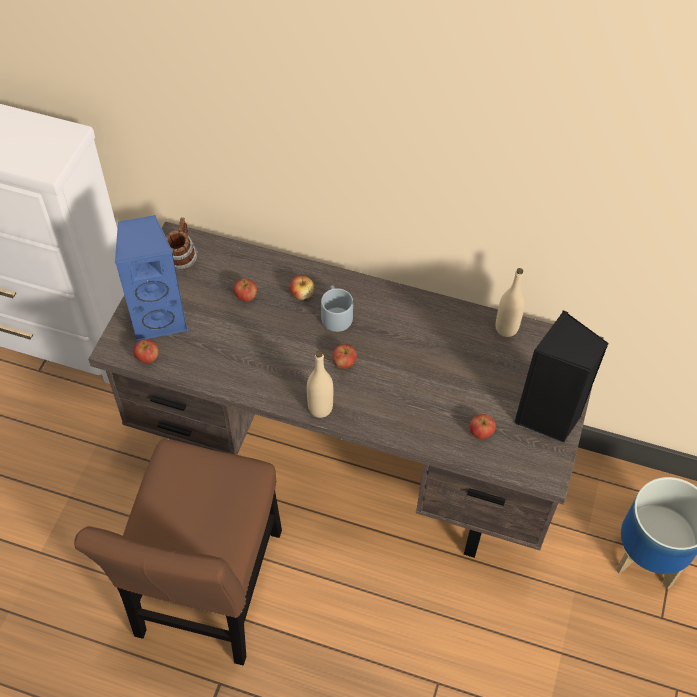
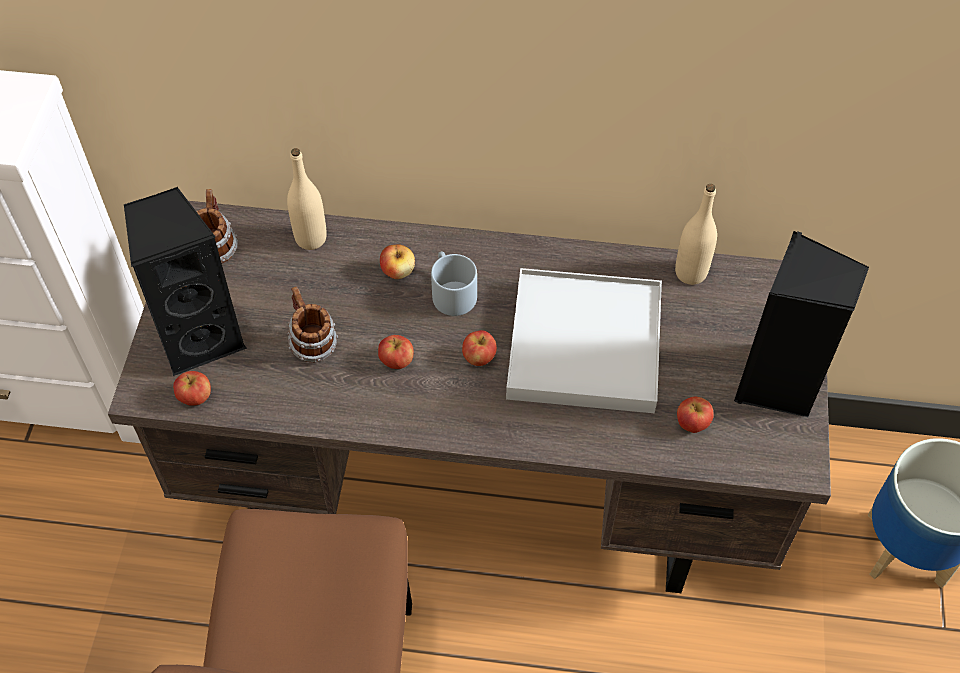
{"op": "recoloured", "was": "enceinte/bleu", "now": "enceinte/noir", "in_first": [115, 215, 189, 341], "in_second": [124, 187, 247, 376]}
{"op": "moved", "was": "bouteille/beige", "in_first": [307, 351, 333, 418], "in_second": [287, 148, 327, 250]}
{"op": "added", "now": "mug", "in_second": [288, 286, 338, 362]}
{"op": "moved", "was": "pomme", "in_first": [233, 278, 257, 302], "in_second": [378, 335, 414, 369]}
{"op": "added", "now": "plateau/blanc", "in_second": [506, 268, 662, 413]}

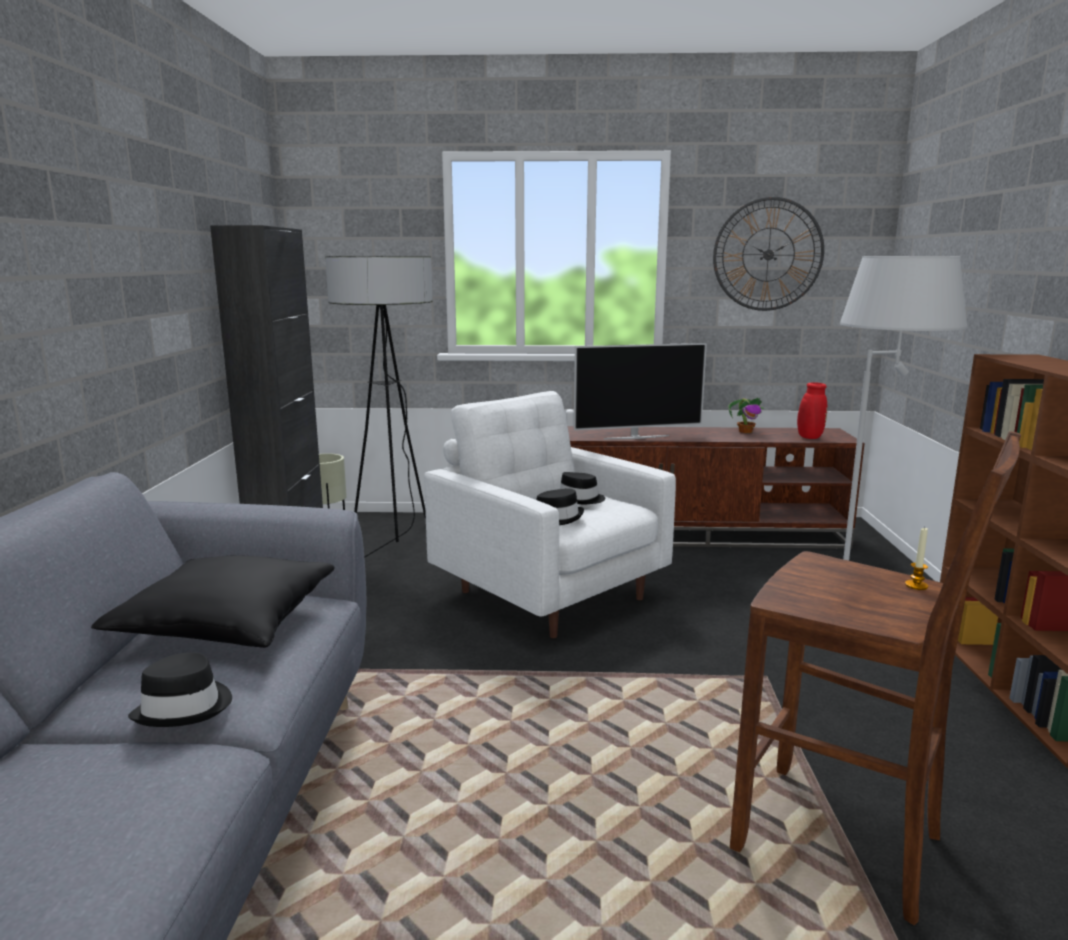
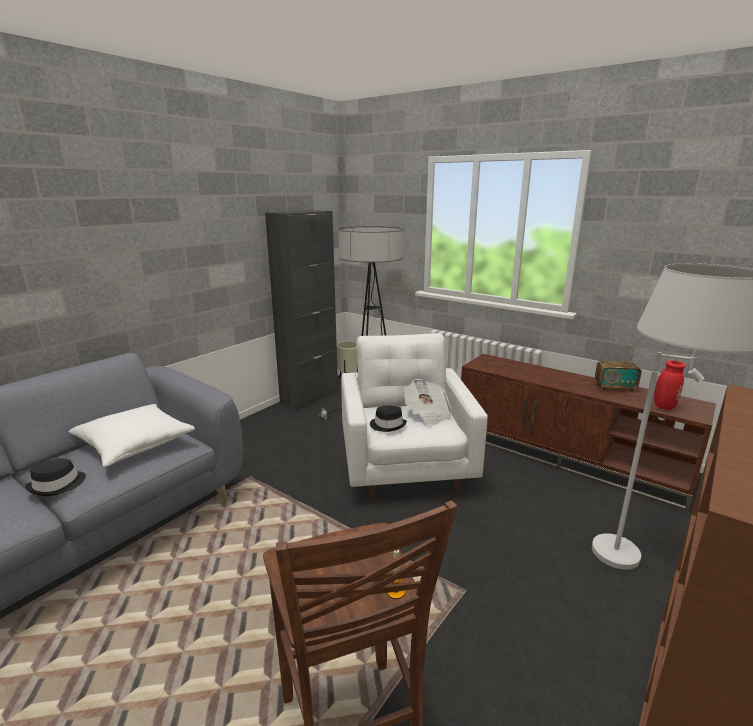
{"op": "recoloured", "was": "coussin/noir", "now": "coussin/blanc", "in_first": [91, 555, 335, 648], "in_second": [68, 404, 195, 467]}
{"op": "replaced", "was": "chapeau/noir", "now": "journal", "in_first": [560, 472, 605, 504], "in_second": [404, 379, 452, 426]}
{"op": "replaced", "was": "plante en pot", "now": "radio", "in_first": [728, 398, 764, 433], "in_second": [595, 343, 642, 392]}
{"op": "removed", "was": "téléviseur", "in_first": [574, 343, 707, 439]}
{"op": "removed", "was": "horloge murale", "in_first": [713, 197, 824, 311]}

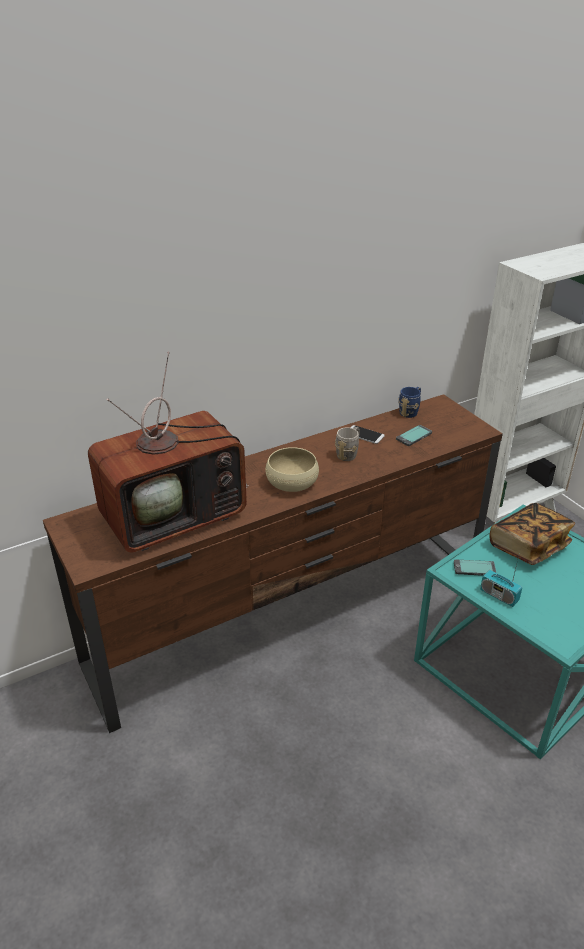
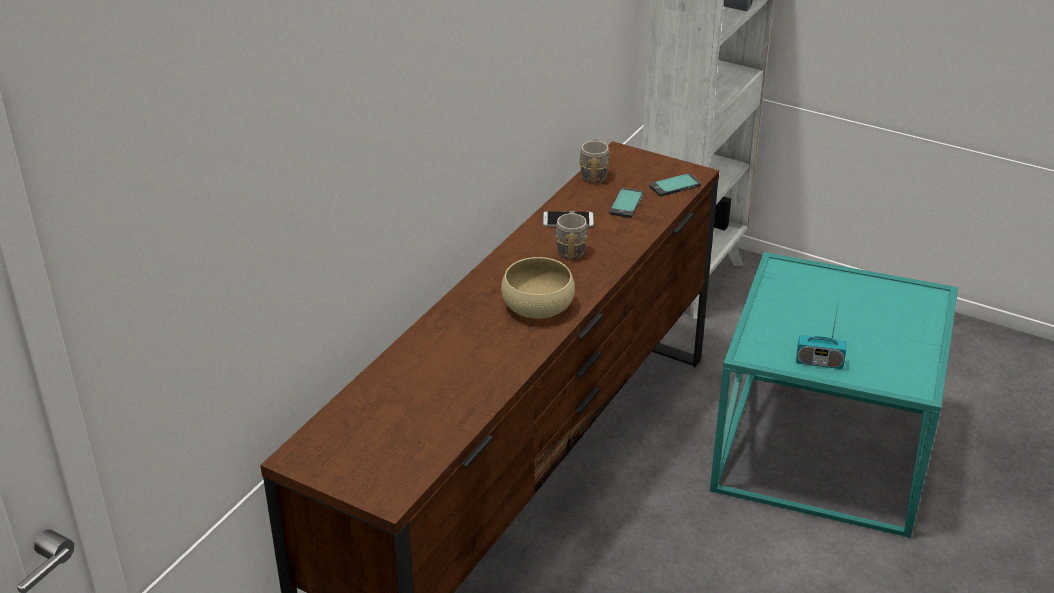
{"op": "recoloured", "was": "mug/bleu", "now": "mug/gris", "in_first": [398, 387, 421, 418], "in_second": [579, 139, 610, 183]}
{"op": "moved", "was": "téléphone", "in_first": [454, 559, 496, 576], "in_second": [649, 173, 701, 196]}
{"op": "removed", "was": "téléviseur", "in_first": [88, 352, 249, 553]}
{"op": "removed", "was": "livre", "in_first": [490, 503, 575, 565]}

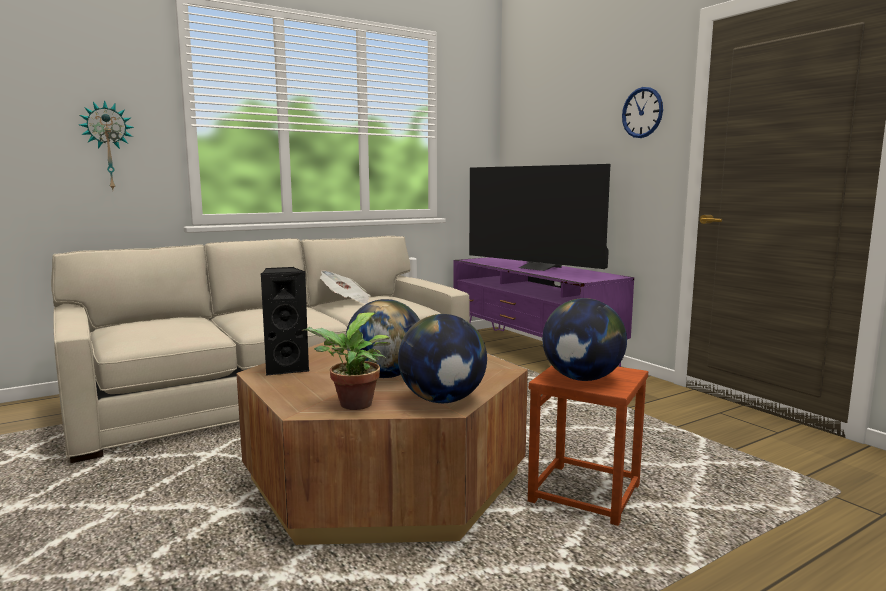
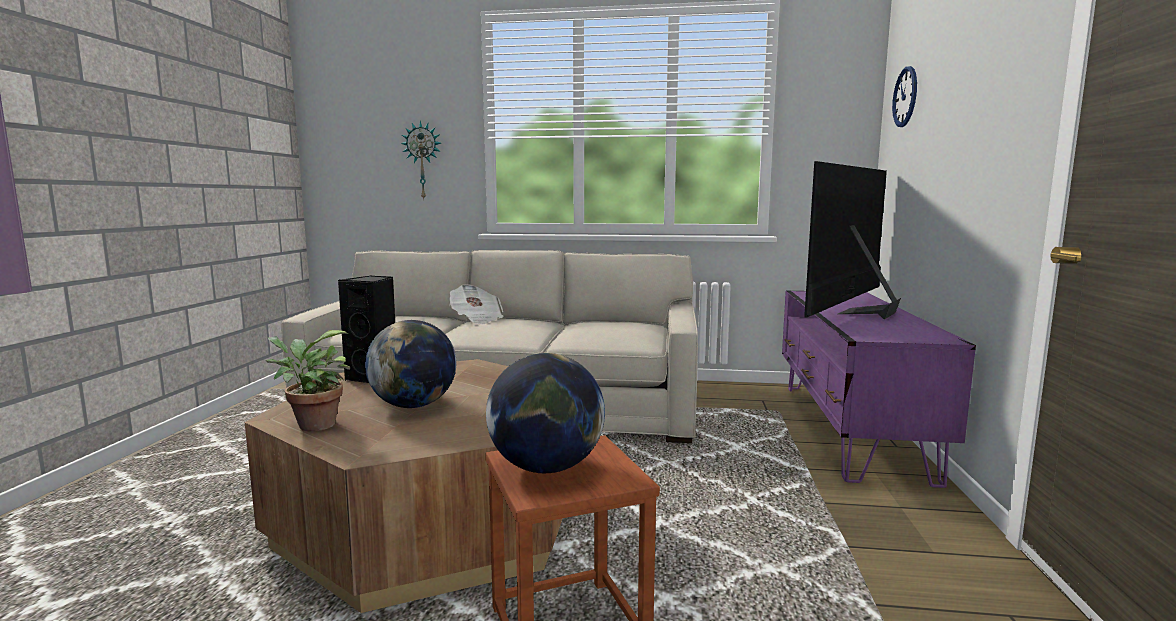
{"op": "moved", "was": "journal", "in_first": [320, 271, 371, 304], "in_second": [449, 284, 504, 325]}
{"op": "turned", "was": "téléviseur", "in_first": [469, 164, 610, 271], "in_second": [804, 161, 901, 320], "clockwise": 45}
{"op": "moved", "was": "horloge murale", "in_first": [622, 87, 663, 138], "in_second": [892, 66, 917, 127]}
{"op": "removed", "was": "globe", "in_first": [398, 314, 487, 403]}

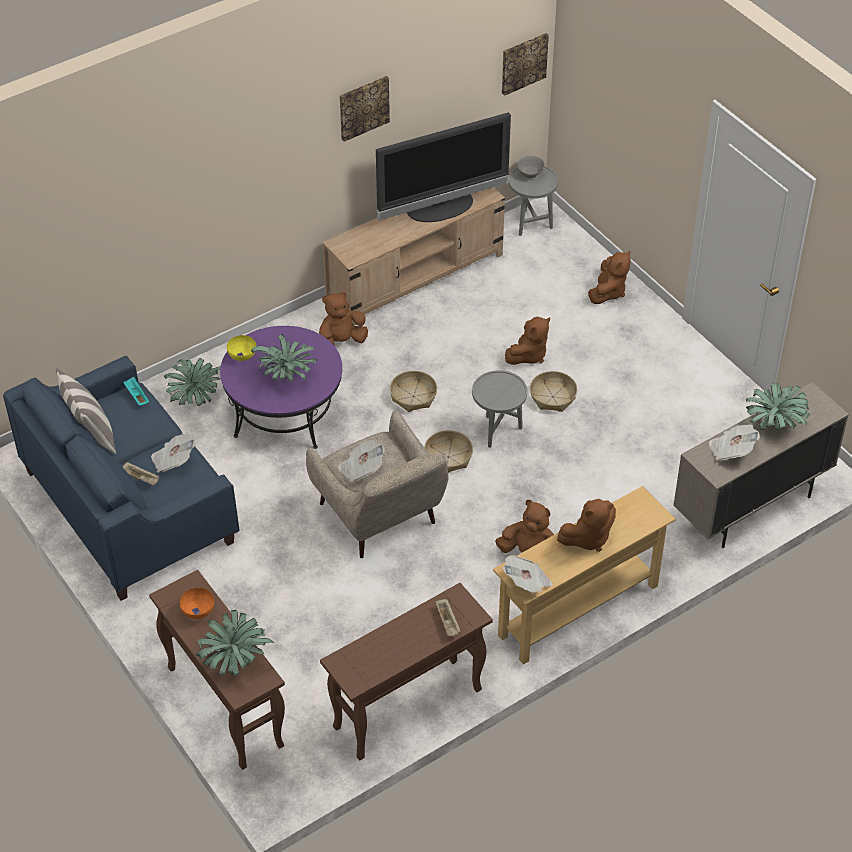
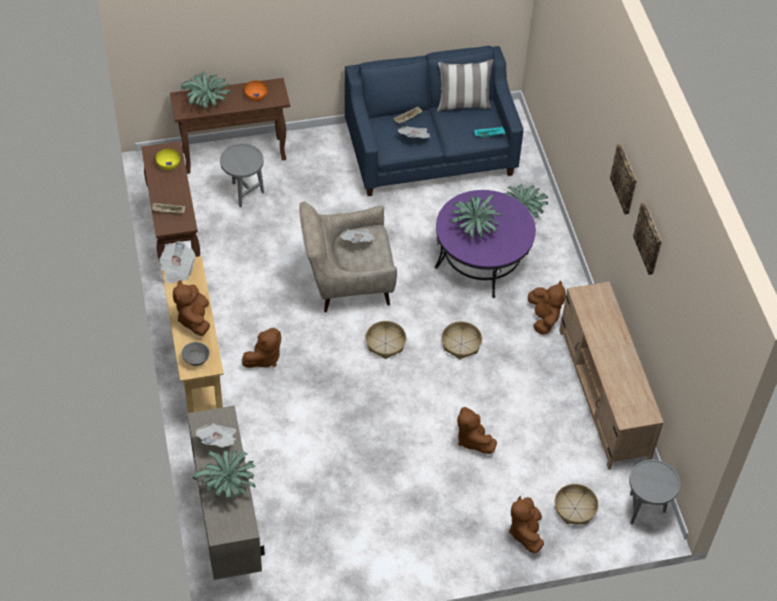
{"op": "moved", "was": "bol/jaune", "in_first": [227, 335, 256, 361], "in_second": [156, 149, 180, 170]}
{"op": "moved", "was": "bol/gris", "in_first": [517, 156, 545, 178], "in_second": [182, 342, 210, 366]}
{"op": "moved", "was": "table d'appoint/gris", "in_first": [472, 370, 527, 448], "in_second": [220, 144, 264, 208]}
{"op": "turned", "was": "peluche/marron", "in_first": [588, 251, 631, 304], "in_second": [509, 496, 544, 553], "clockwise": 45}
{"op": "moved", "was": "panier", "in_first": [530, 371, 577, 412], "in_second": [555, 484, 599, 524]}
{"op": "moved", "was": "tableau", "in_first": [502, 33, 549, 96], "in_second": [610, 144, 637, 214]}
{"op": "removed", "was": "téléviseur", "in_first": [376, 112, 511, 222]}

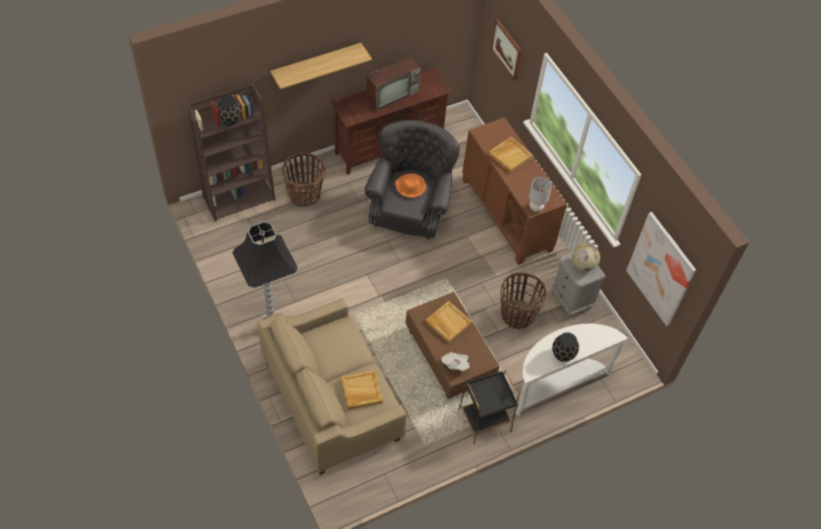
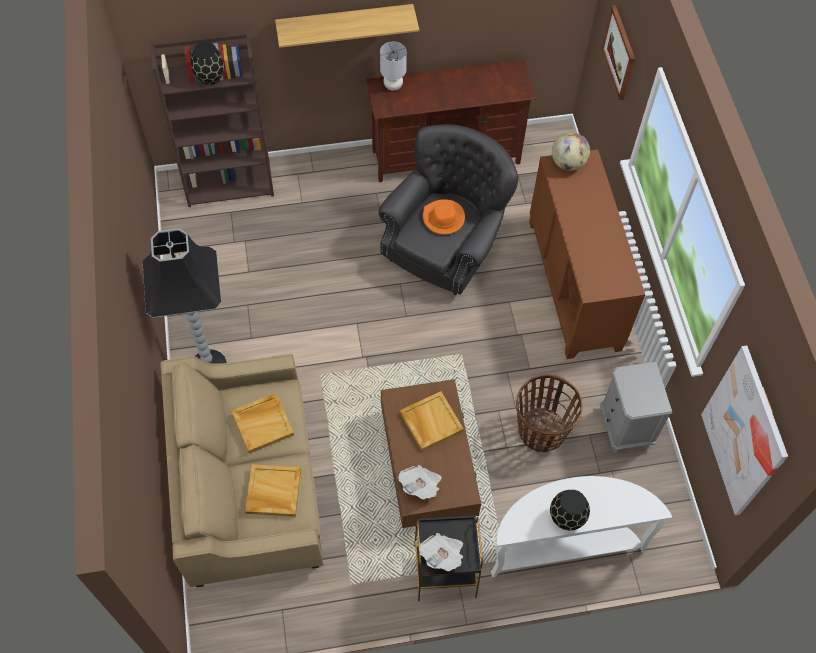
{"op": "moved", "was": "plateau/beige", "in_first": [488, 137, 533, 173], "in_second": [231, 393, 294, 454]}
{"op": "moved", "was": "lampe de table/gris", "in_first": [529, 177, 552, 212], "in_second": [380, 42, 407, 91]}
{"op": "added", "now": "journal", "in_second": [419, 533, 463, 571]}
{"op": "moved", "was": "globe", "in_first": [572, 243, 600, 271], "in_second": [552, 132, 590, 171]}
{"op": "removed", "was": "panier", "in_first": [282, 153, 325, 207]}
{"op": "removed", "was": "téléviseur", "in_first": [366, 56, 421, 111]}

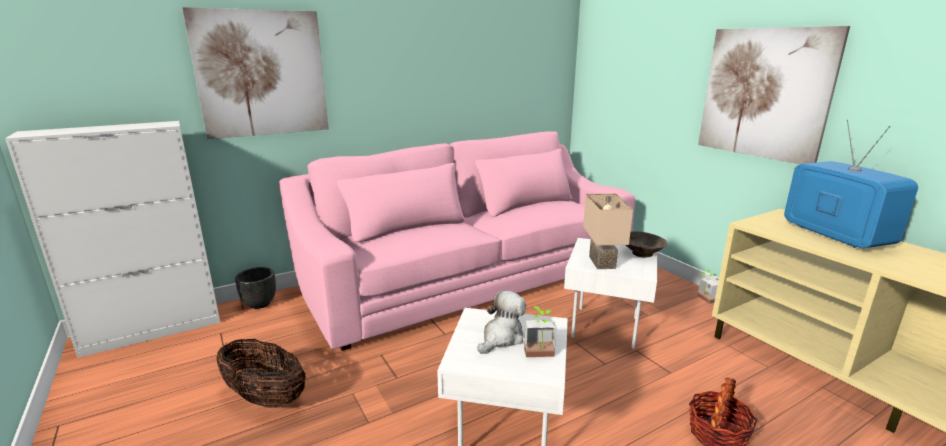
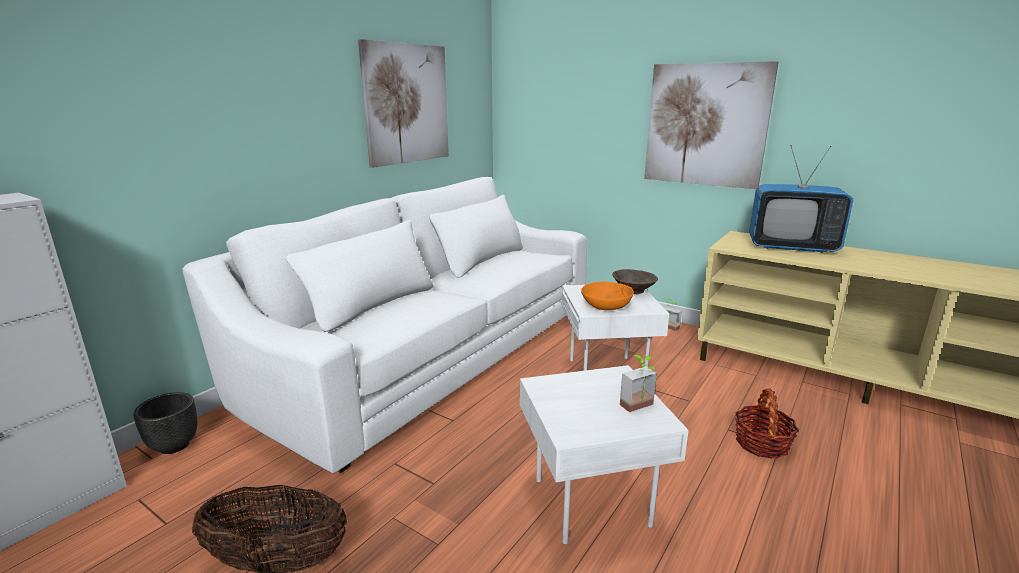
{"op": "recoloured", "was": "canapé/rose", "now": "canapé/blanc", "in_first": [279, 131, 635, 351], "in_second": [183, 177, 587, 474]}
{"op": "moved", "was": "tableau", "in_first": [182, 7, 329, 139], "in_second": [358, 39, 449, 168]}
{"op": "replaced", "was": "lampe de table/beige", "now": "bol/orange", "in_first": [583, 193, 633, 269], "in_second": [581, 282, 634, 310]}
{"op": "turned", "was": "téléviseur", "in_first": [784, 120, 918, 248], "in_second": [749, 145, 853, 253], "clockwise": 150}
{"op": "removed", "was": "peluche", "in_first": [478, 291, 526, 354]}

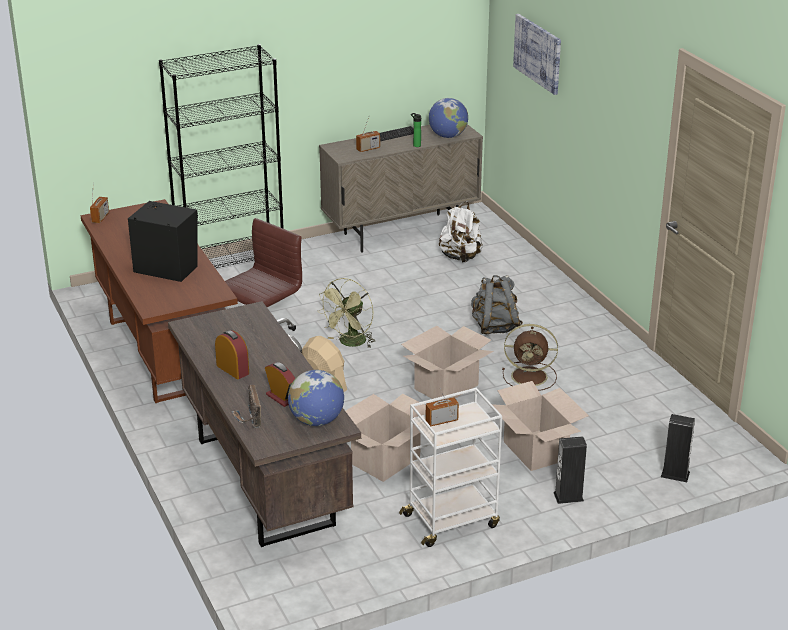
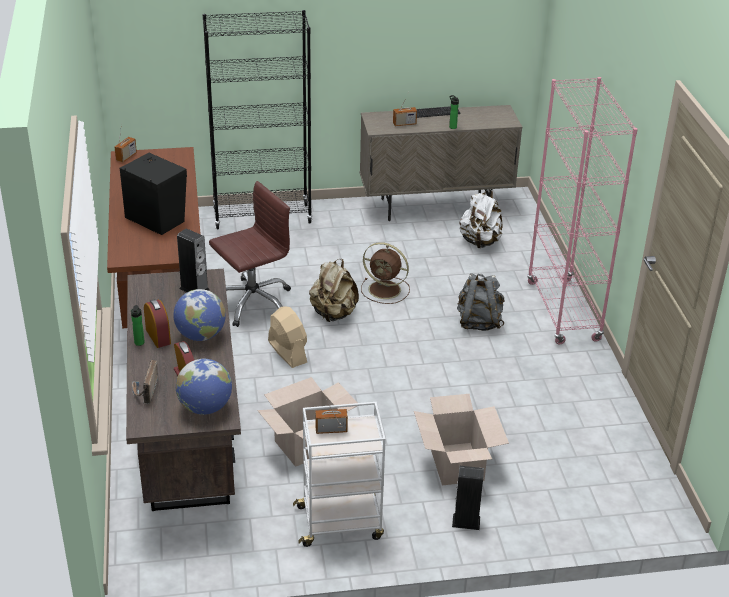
{"op": "added", "now": "bouteille", "in_second": [131, 305, 145, 346]}
{"op": "moved", "was": "globe", "in_first": [429, 98, 468, 138], "in_second": [173, 289, 226, 341]}
{"op": "moved", "was": "enceinte", "in_first": [661, 414, 695, 482], "in_second": [177, 228, 210, 292]}
{"op": "replaced", "was": "ventilateur/vert", "now": "sac à dos/beige", "in_first": [318, 278, 375, 348], "in_second": [309, 259, 359, 322]}
{"op": "moved", "was": "ventilateur/marron", "in_first": [502, 324, 558, 391], "in_second": [361, 242, 410, 304]}
{"op": "added", "now": "bibliothèque/rose", "in_second": [527, 77, 638, 344]}
{"op": "removed", "was": "carton", "in_first": [401, 326, 494, 401]}
{"op": "removed", "was": "tableau", "in_first": [513, 14, 561, 95]}

